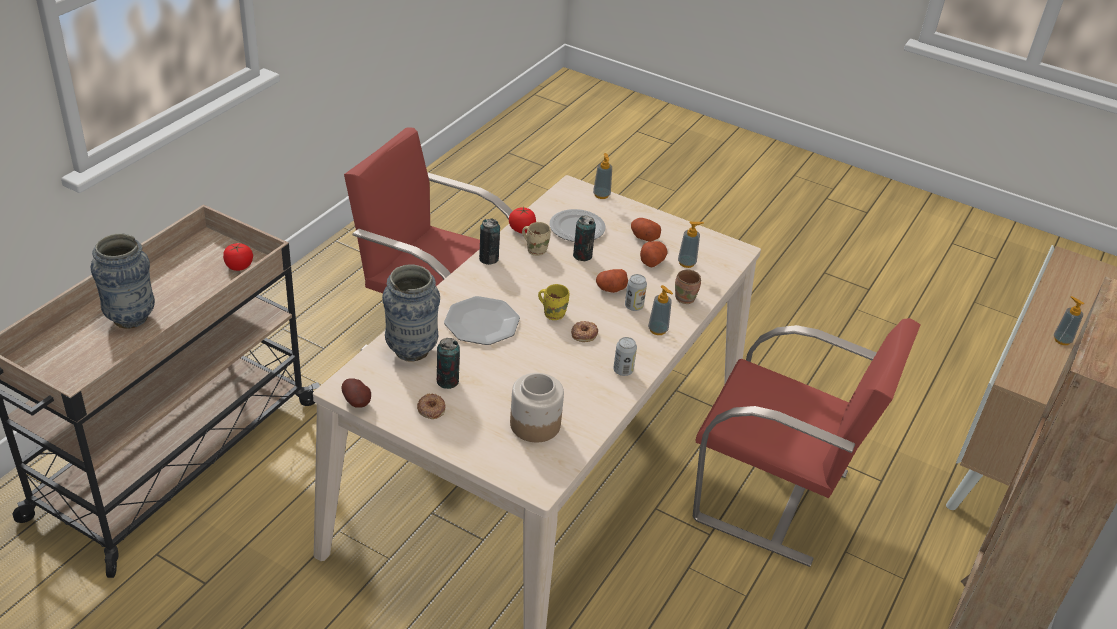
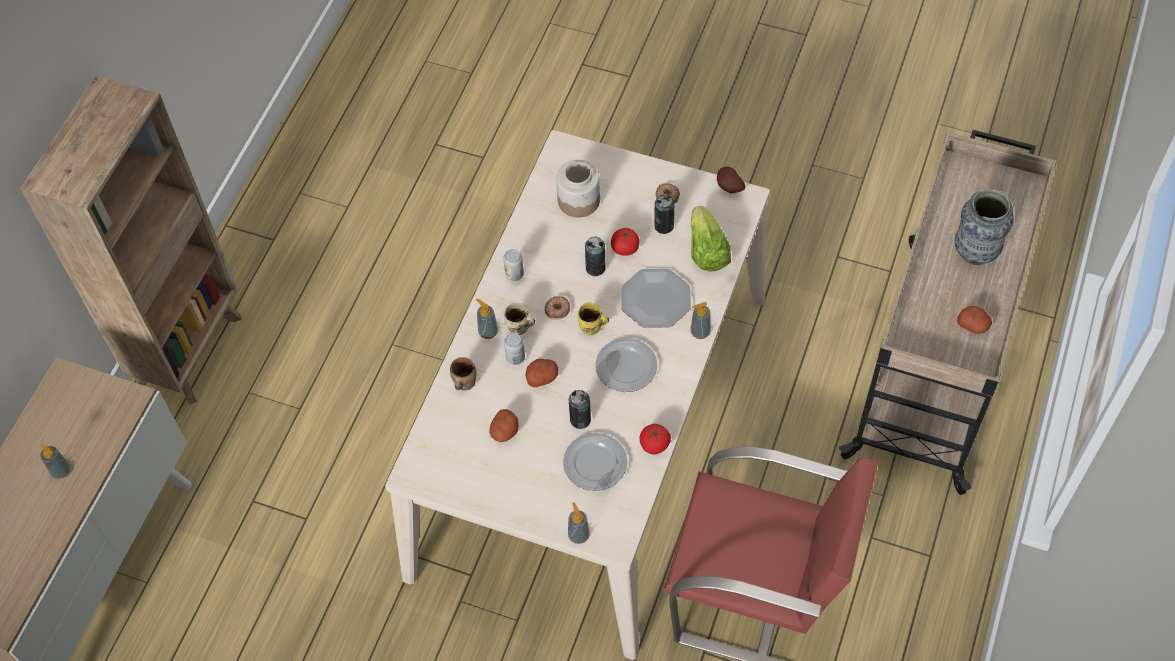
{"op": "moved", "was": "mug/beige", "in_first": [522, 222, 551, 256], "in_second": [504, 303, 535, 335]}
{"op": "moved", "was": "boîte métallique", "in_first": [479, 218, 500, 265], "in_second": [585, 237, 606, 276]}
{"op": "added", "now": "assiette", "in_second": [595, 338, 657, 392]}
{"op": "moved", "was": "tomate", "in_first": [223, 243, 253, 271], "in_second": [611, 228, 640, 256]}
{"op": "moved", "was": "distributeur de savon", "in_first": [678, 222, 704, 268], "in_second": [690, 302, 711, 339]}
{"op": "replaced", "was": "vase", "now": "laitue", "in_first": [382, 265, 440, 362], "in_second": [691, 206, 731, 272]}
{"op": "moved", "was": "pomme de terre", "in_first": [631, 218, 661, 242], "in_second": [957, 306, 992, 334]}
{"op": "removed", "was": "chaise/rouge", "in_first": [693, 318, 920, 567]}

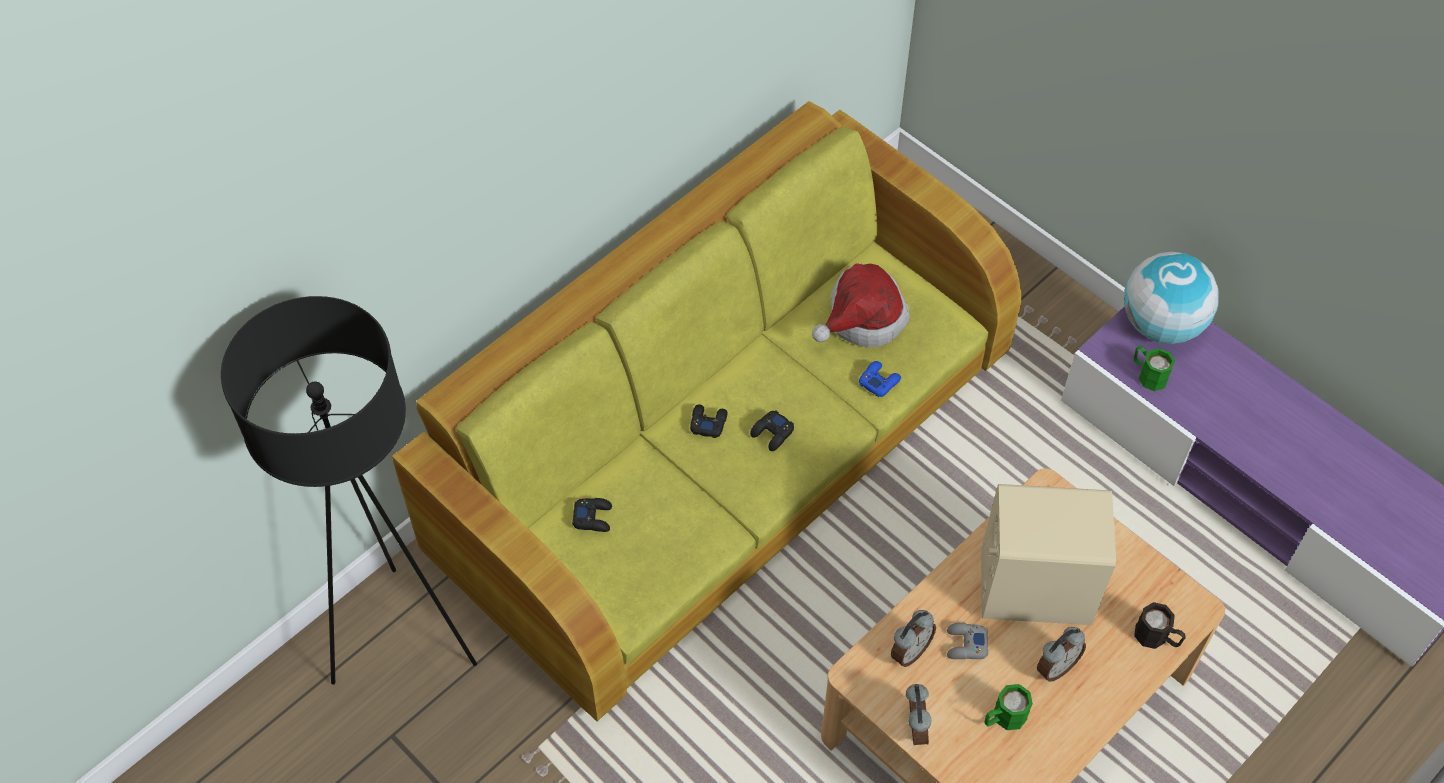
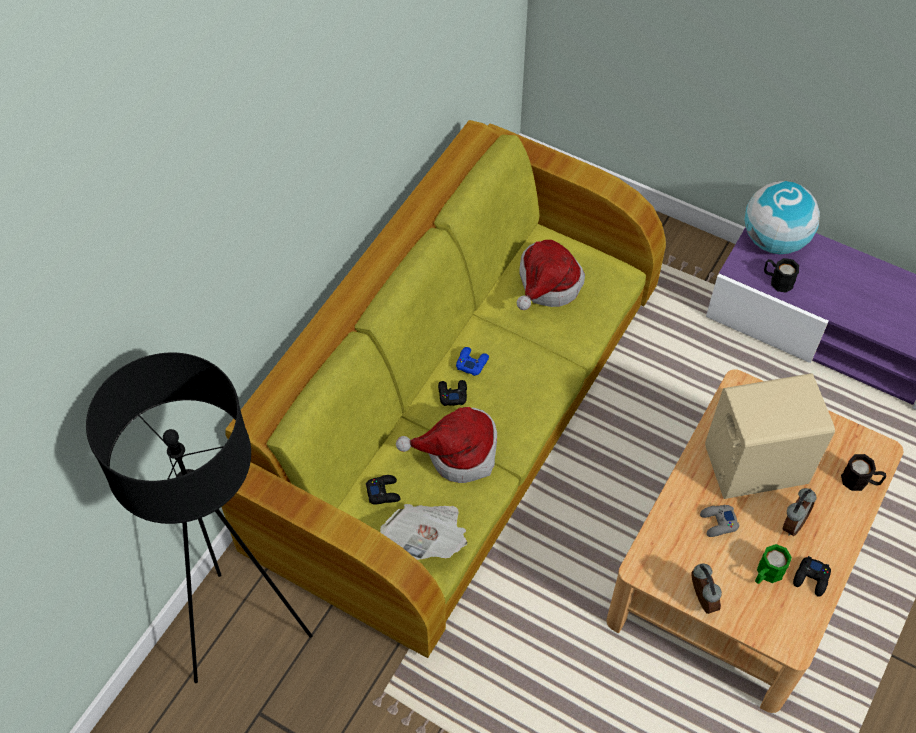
{"op": "added", "now": "journal", "in_second": [380, 504, 467, 560]}
{"op": "added", "now": "chapeau", "in_second": [396, 407, 497, 483]}
{"op": "moved", "was": "manette/bleu", "in_first": [859, 361, 901, 397], "in_second": [456, 347, 489, 376]}
{"op": "recoloured", "was": "mug/vert", "now": "mug/noir", "in_first": [1134, 346, 1175, 391], "in_second": [764, 258, 799, 293]}
{"op": "moved", "was": "manette/noir", "in_first": [750, 410, 794, 451], "in_second": [793, 556, 831, 597]}
{"op": "removed", "was": "réveil", "in_first": [891, 610, 936, 667]}

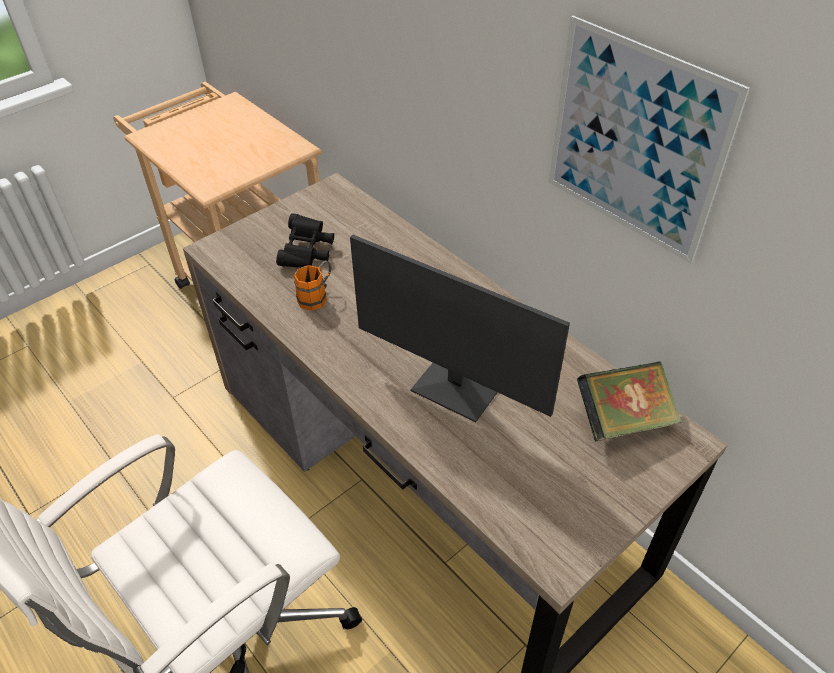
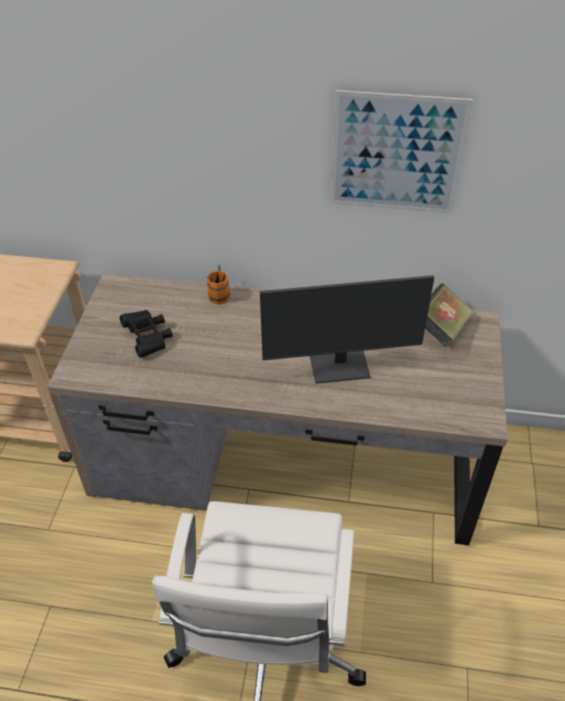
{"op": "moved", "was": "mug/orange", "in_first": [294, 261, 331, 311], "in_second": [207, 265, 230, 305]}

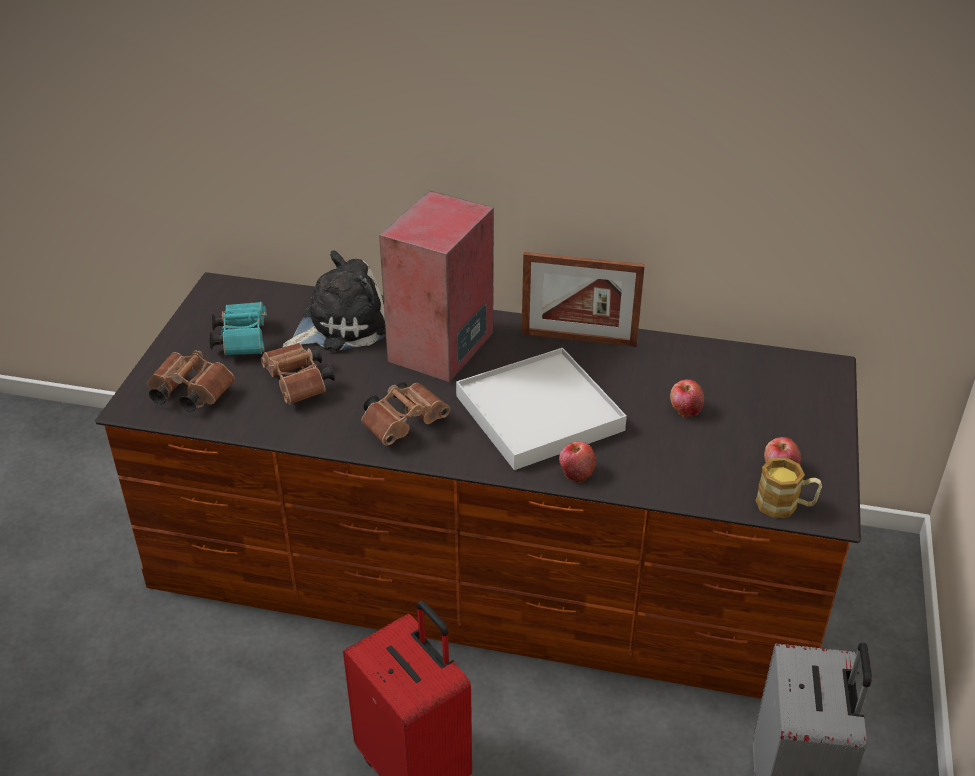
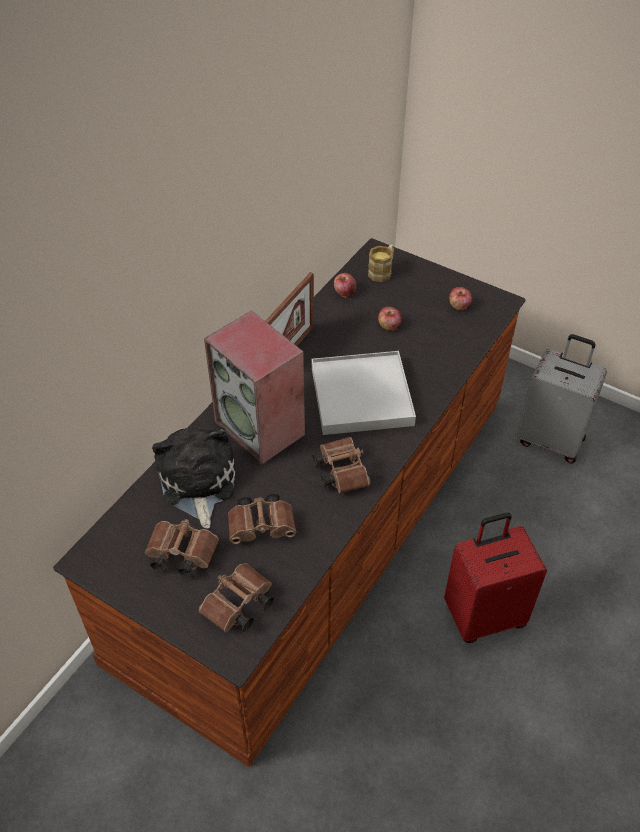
{"op": "recoloured", "was": "jumelles/turquoise", "now": "jumelles/marron", "in_first": [209, 302, 266, 355], "in_second": [145, 519, 219, 578]}
{"op": "moved", "was": "pomme", "in_first": [559, 442, 596, 483], "in_second": [334, 273, 356, 298]}
{"op": "moved", "was": "mug", "in_first": [755, 457, 822, 518], "in_second": [368, 244, 394, 282]}

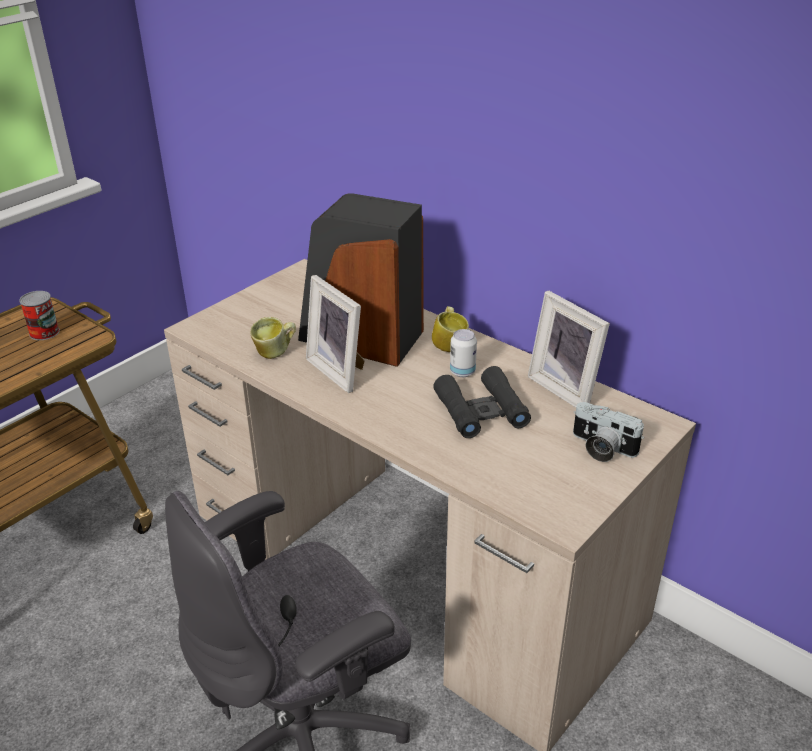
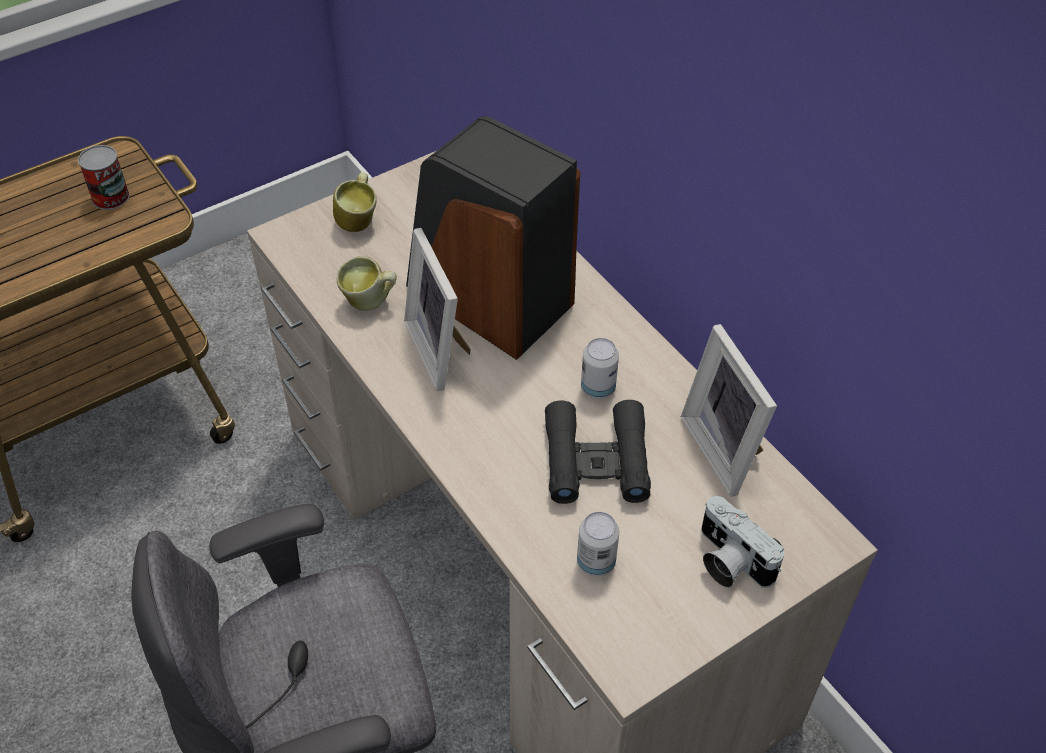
{"op": "moved", "was": "mug", "in_first": [432, 306, 469, 352], "in_second": [333, 172, 377, 232]}
{"op": "added", "now": "boîte métallique", "in_second": [577, 512, 619, 576]}

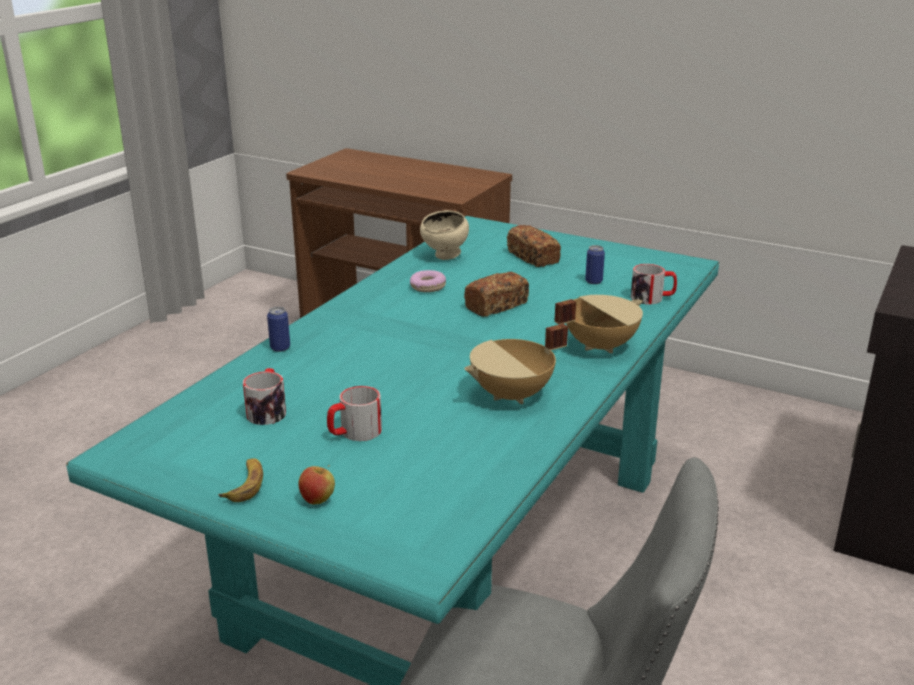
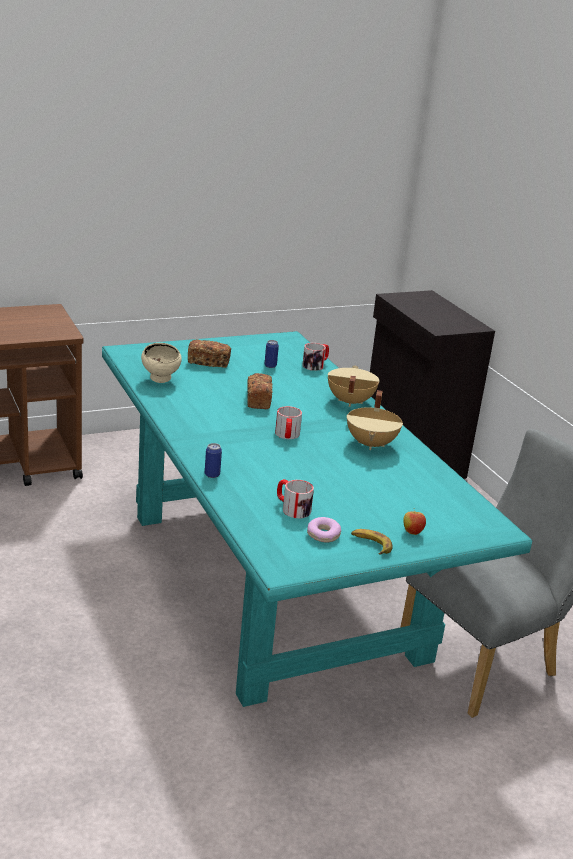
{"op": "moved", "was": "mug", "in_first": [327, 386, 382, 441], "in_second": [275, 406, 302, 439]}
{"op": "moved", "was": "beignet", "in_first": [410, 270, 446, 292], "in_second": [307, 517, 341, 543]}

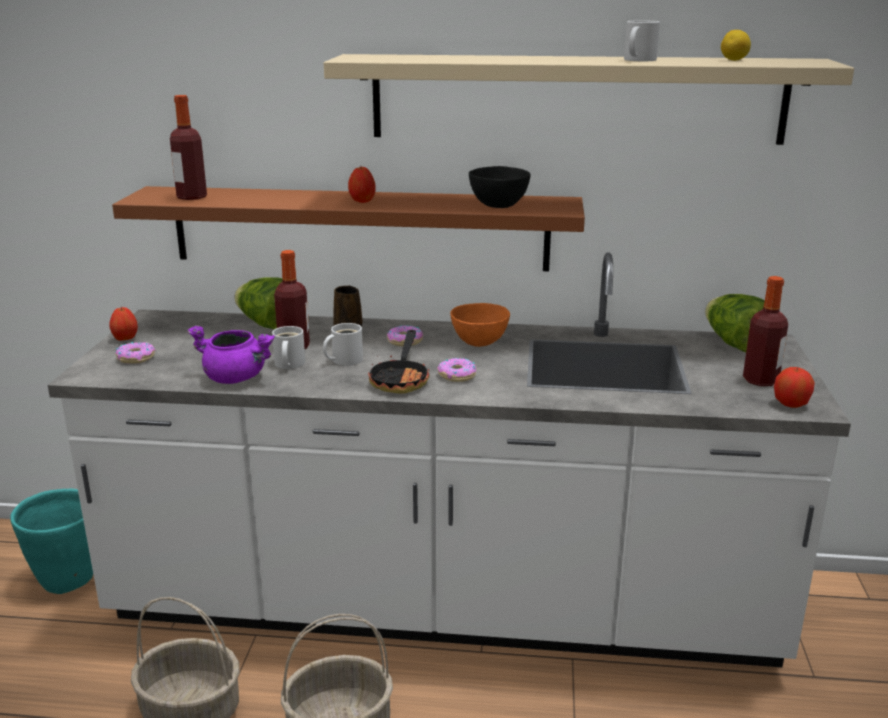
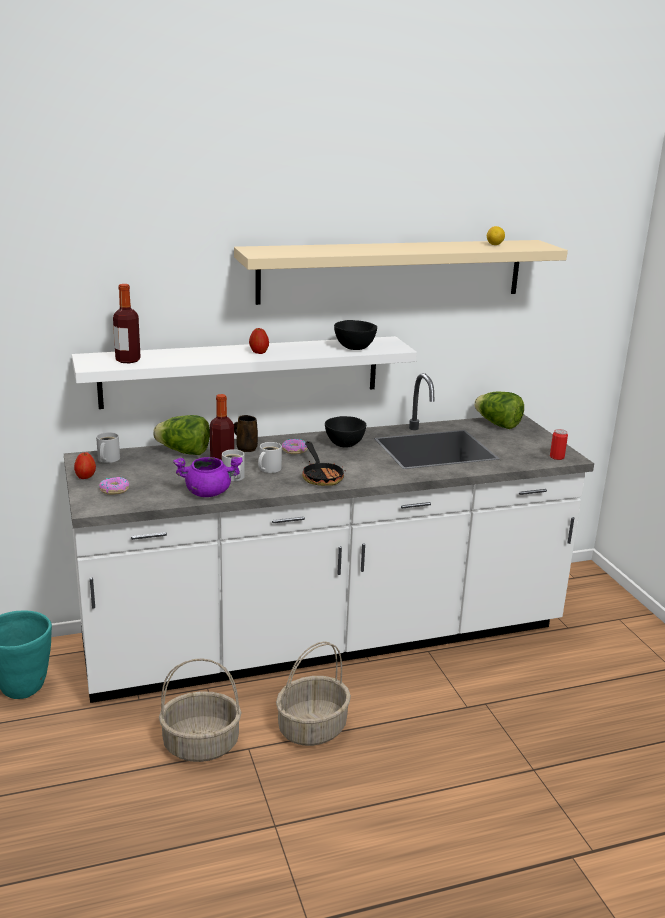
{"op": "recoloured", "was": "étagère/marron", "now": "étagère/blanc", "in_first": [112, 186, 585, 271], "in_second": [72, 336, 417, 409]}
{"op": "moved", "was": "mug/blanc", "in_first": [624, 20, 660, 61], "in_second": [96, 432, 120, 463]}
{"op": "recoloured", "was": "bol/orange", "now": "bol/noir", "in_first": [450, 303, 510, 347], "in_second": [325, 416, 366, 448]}
{"op": "replaced", "was": "pomme", "now": "boîte métallique", "in_first": [774, 367, 815, 408], "in_second": [550, 429, 568, 460]}
{"op": "removed", "was": "beignet", "in_first": [437, 358, 476, 382]}
{"op": "removed", "was": "bouteille", "in_first": [743, 276, 788, 386]}

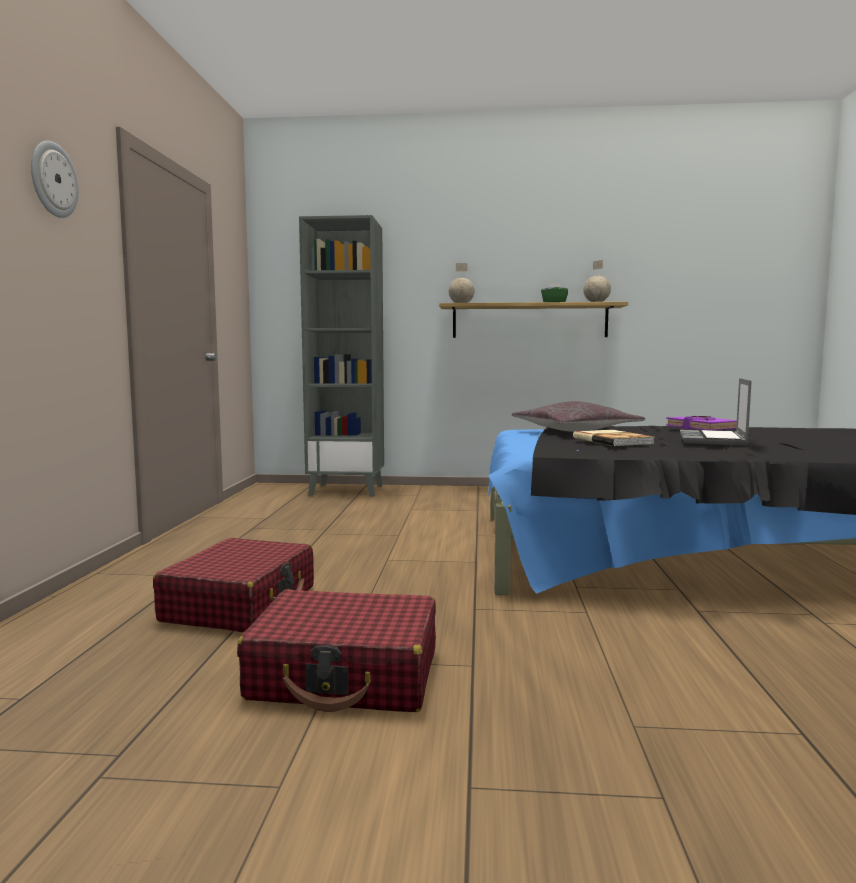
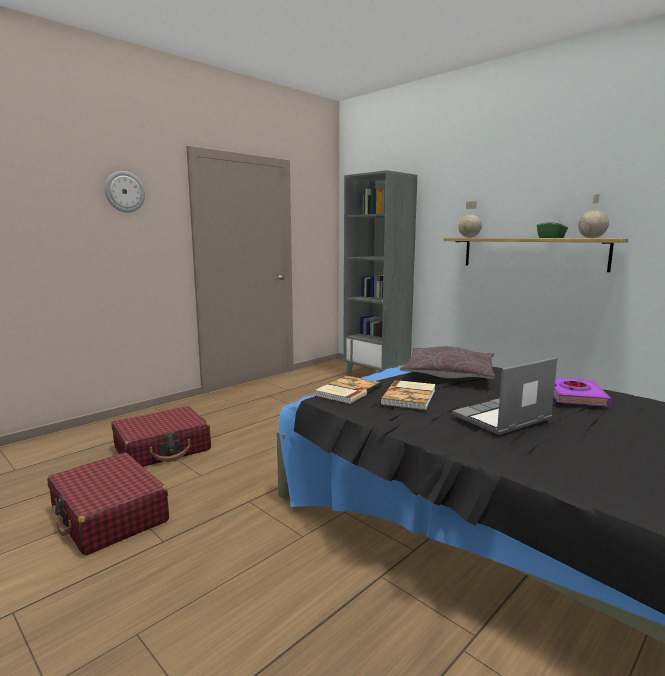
{"op": "added", "now": "livre", "in_second": [315, 376, 381, 404]}

